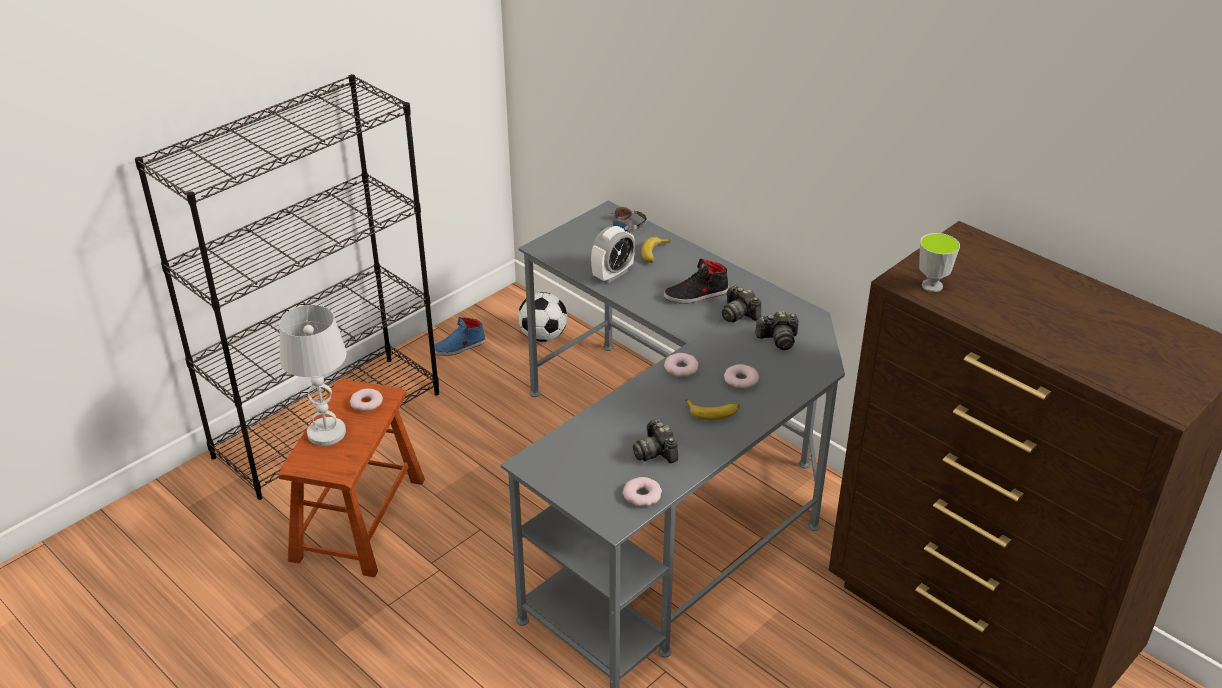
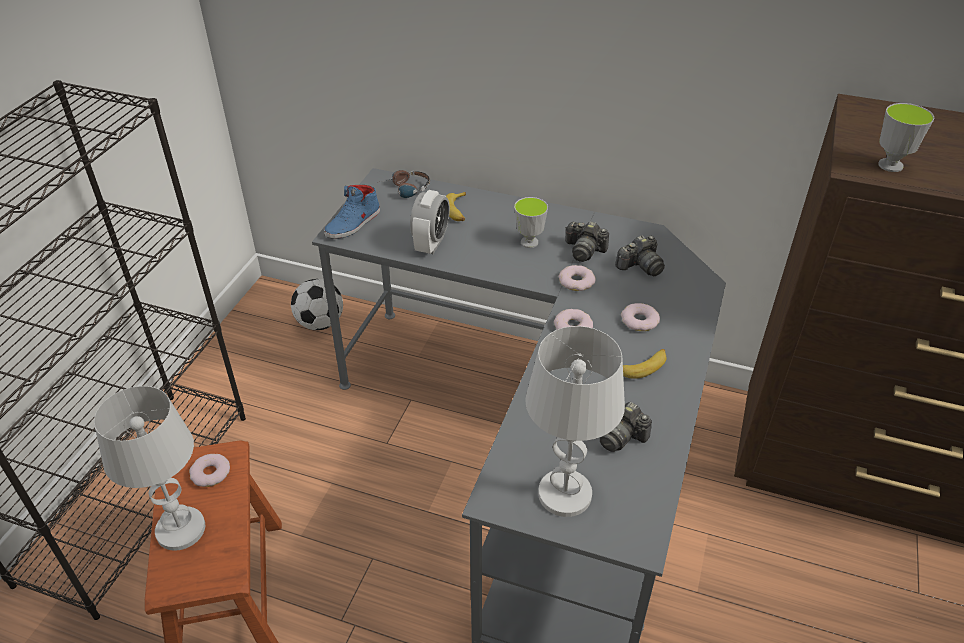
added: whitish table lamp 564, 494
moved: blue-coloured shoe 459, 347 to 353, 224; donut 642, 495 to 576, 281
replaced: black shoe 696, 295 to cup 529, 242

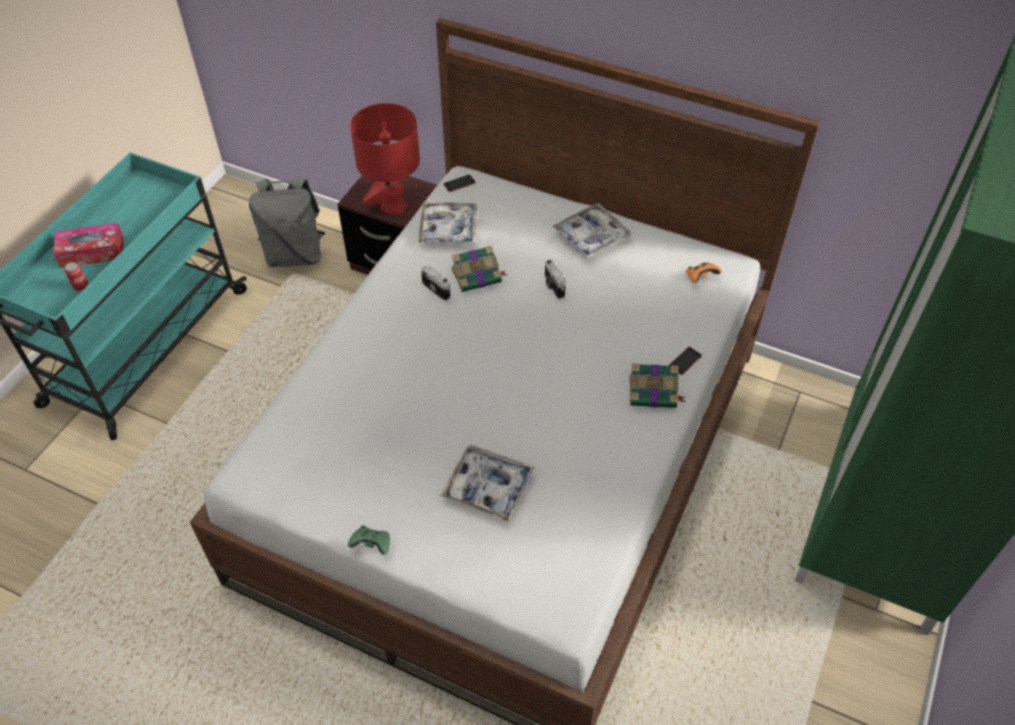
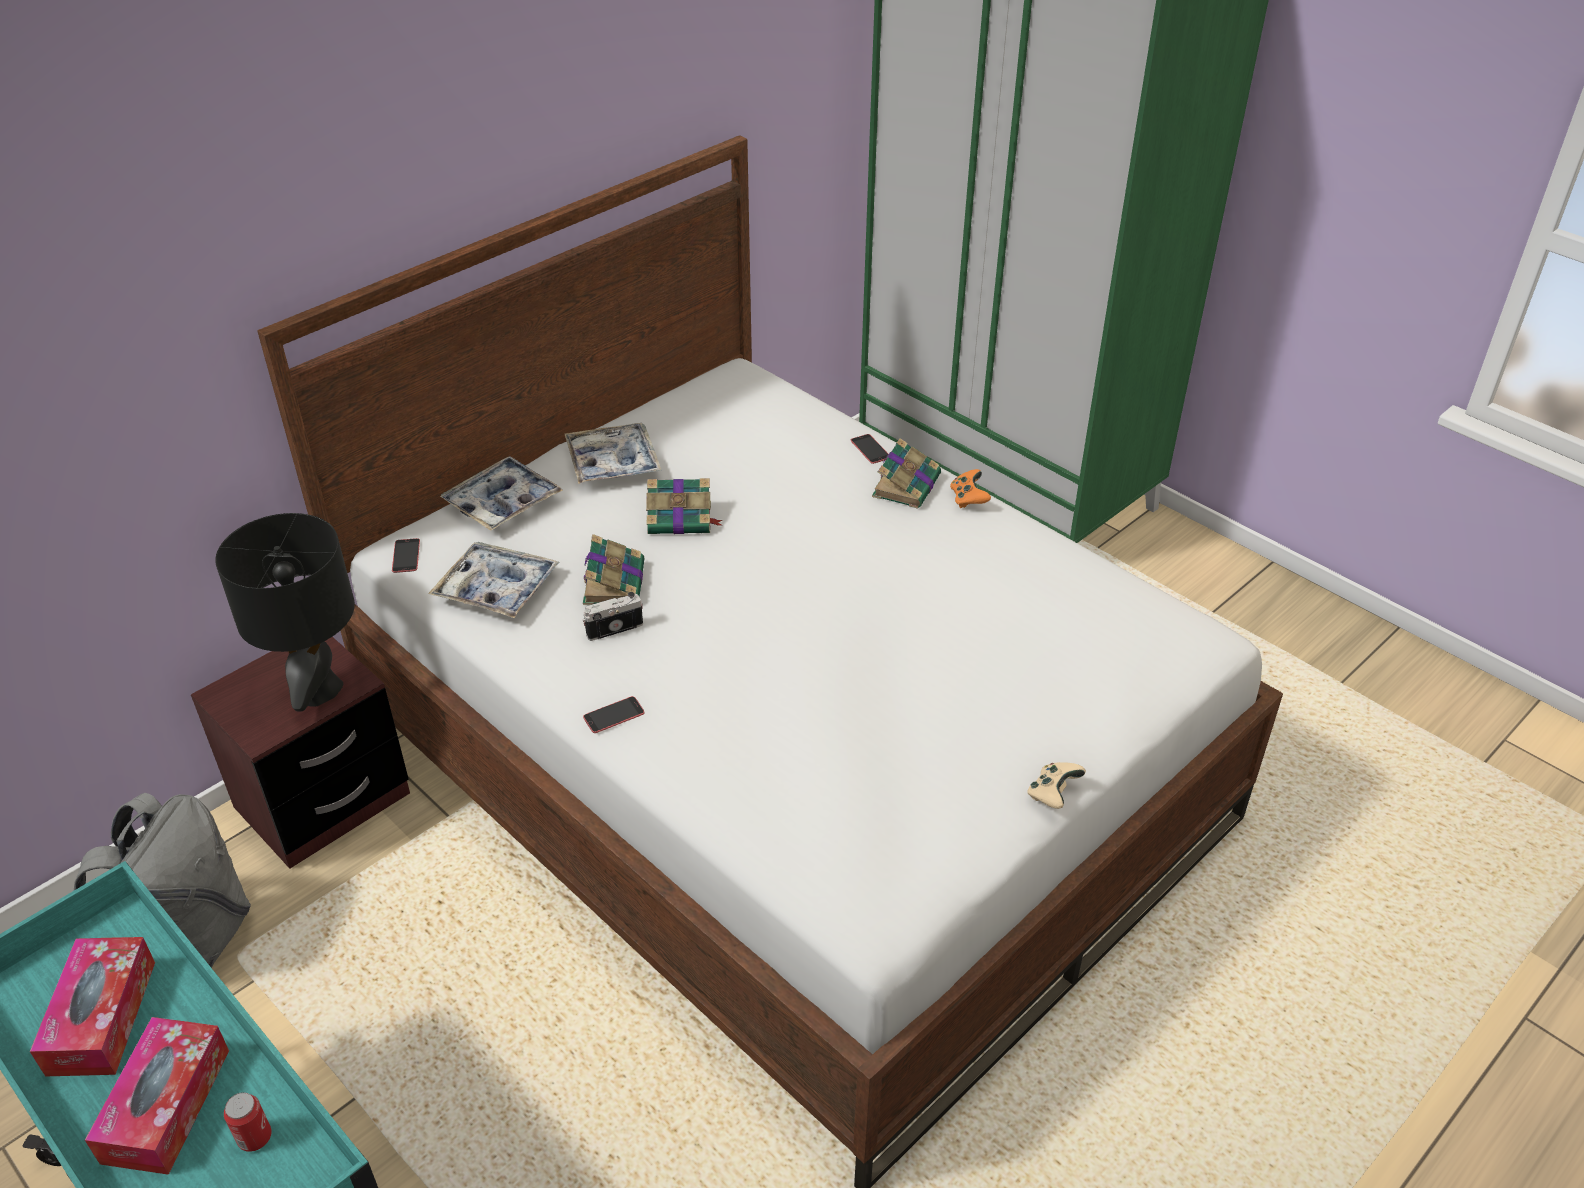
added: tissue holder 102, 1017; phone 614, 715
moved: serving tray 488, 487 to 502, 502; orange-coloured joypad 700, 278 to 968, 499
replaced: photo camera 553, 286 to volume 681, 519
recoloured: green-coloured joypad 372, 545 to sand-coloured joypad 1053, 794; red-coloured table lamp 393, 206 to black table lamp 319, 690

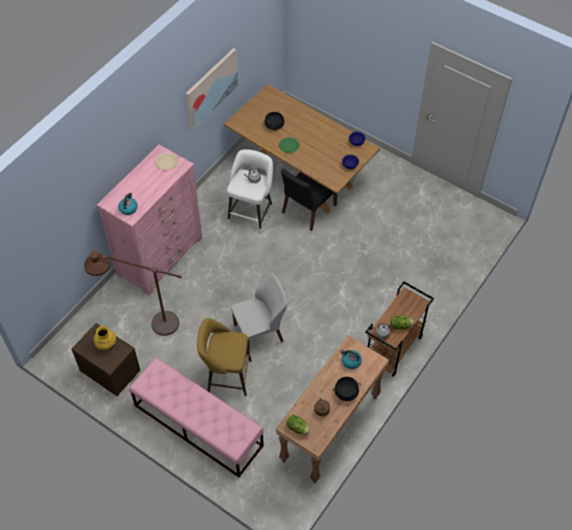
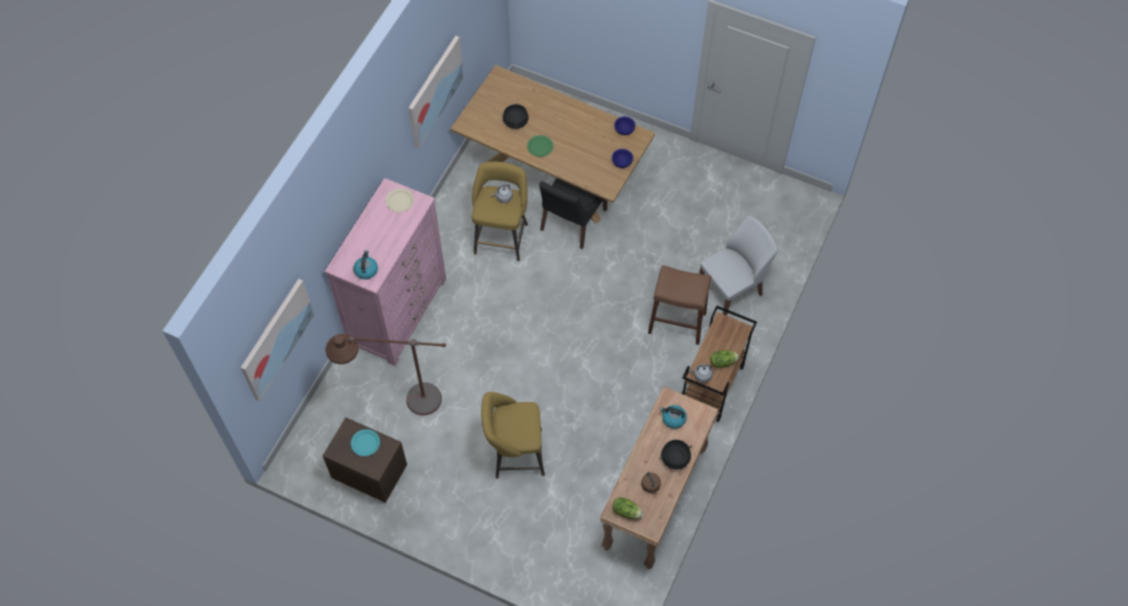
removed: pinkish indoor bench 198, 425
added: picture 276, 339; brown stool seat 677, 323
moved: whitish plain chair 260, 332 to 732, 289
replaced: yellowish vase 106, 344 to turquoise plate 365, 443
recoloured: whitish stool seat 251, 212 to yellowish stool seat 501, 236

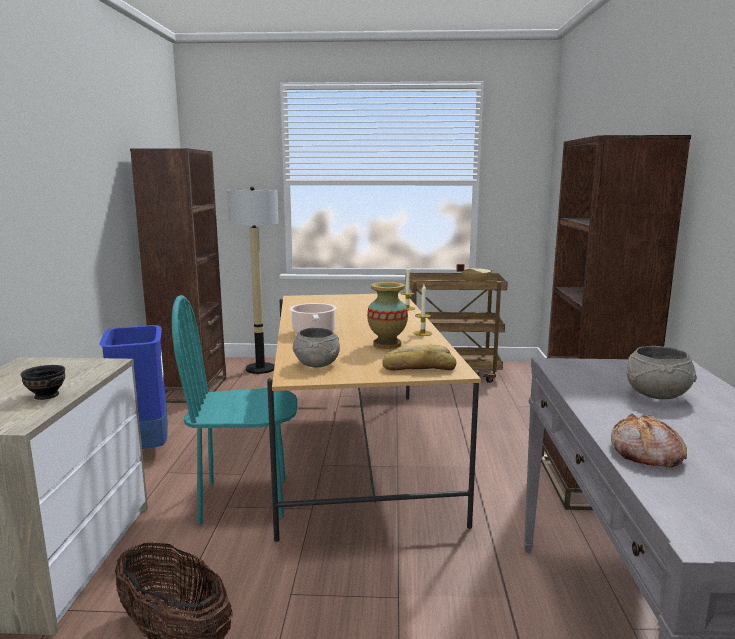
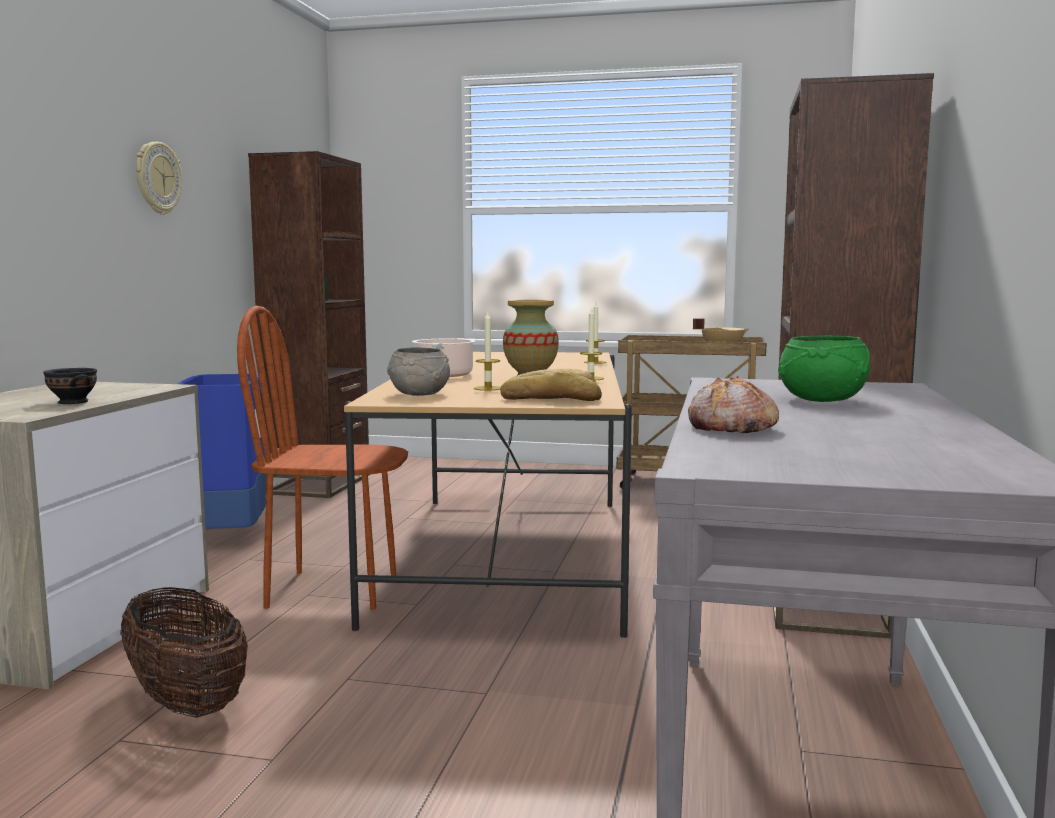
removed: standing lamp 260, 369
added: clock on the wall 157, 178; candle 488, 388
recoloured: turquoise plain chair 244, 500 to brown plain chair 333, 590; greyish bowl 658, 395 to green-coloured bowl 823, 400

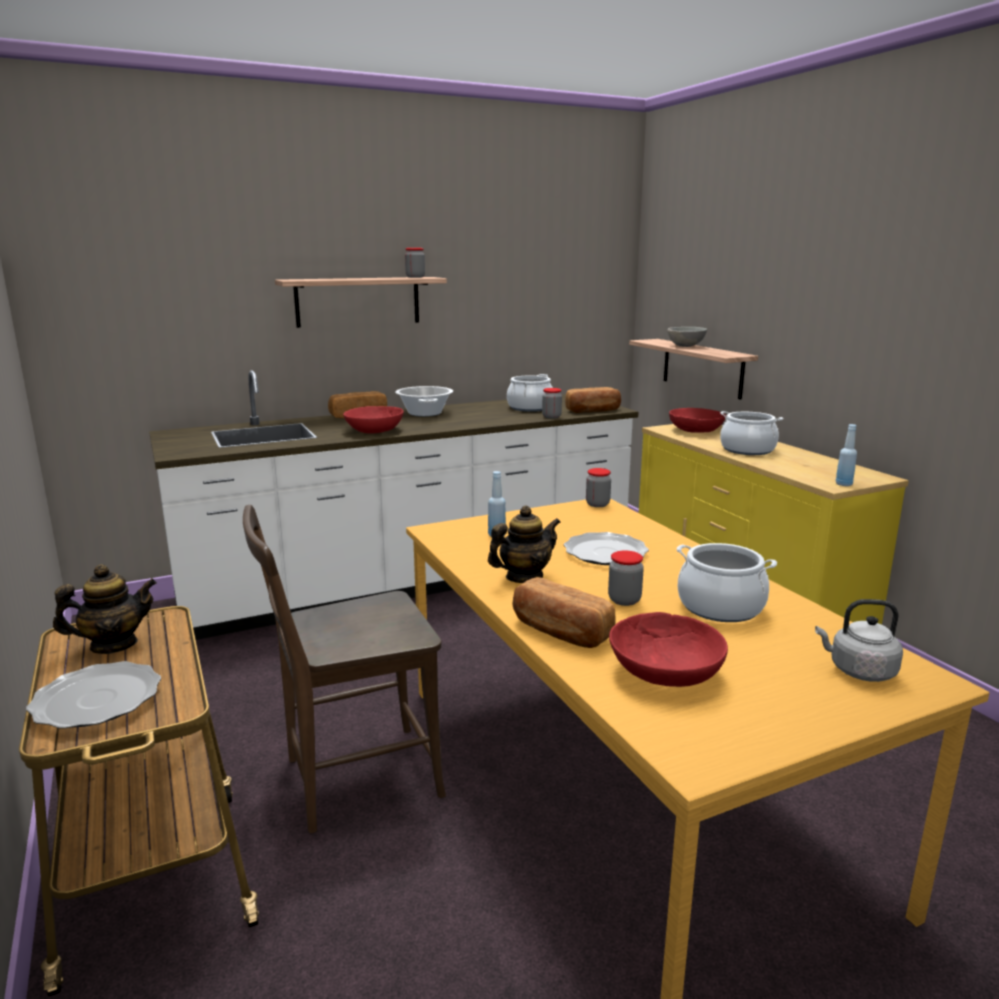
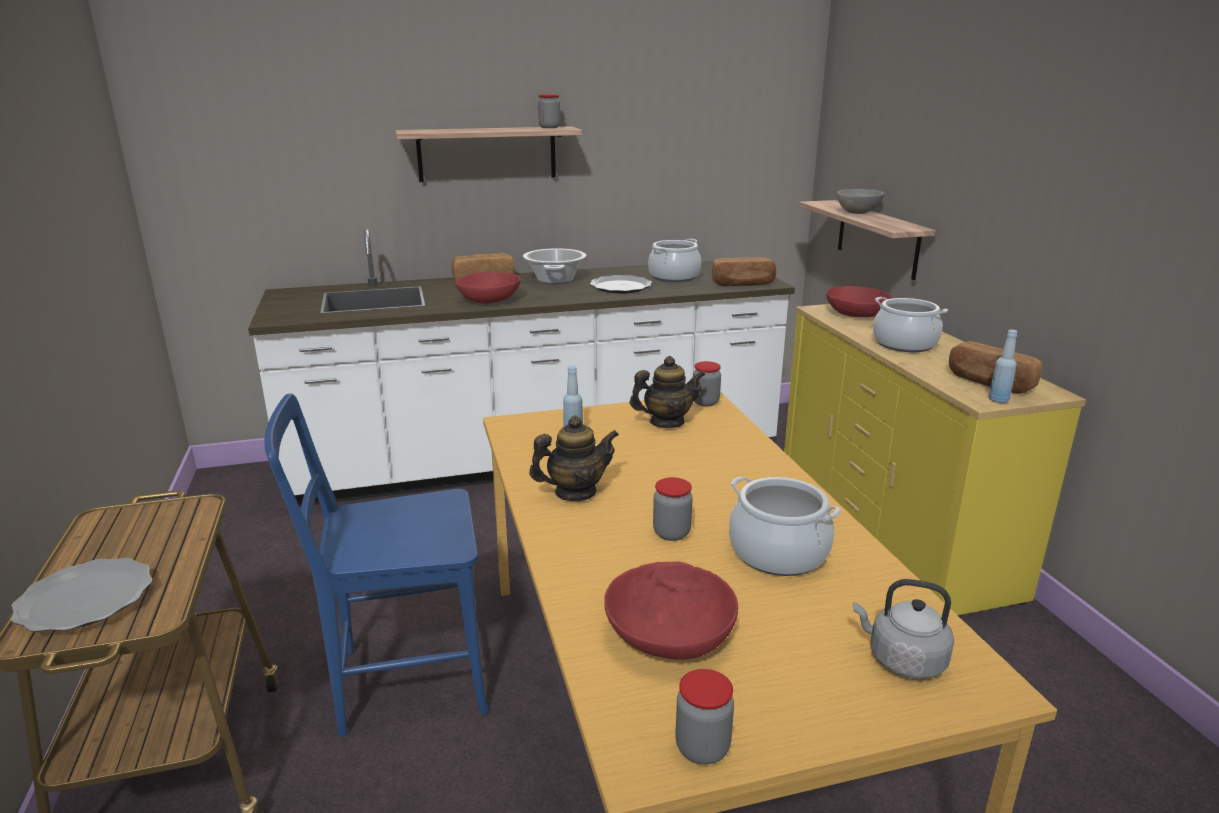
moved: tea pot 113, 645 to 666, 422; bakery bread 560, 632 to 989, 383; storage jar 551, 417 to 702, 748; plate 605, 552 to 621, 287
recoloured: brown plain chair 354, 779 to blue-coloured plain chair 402, 681

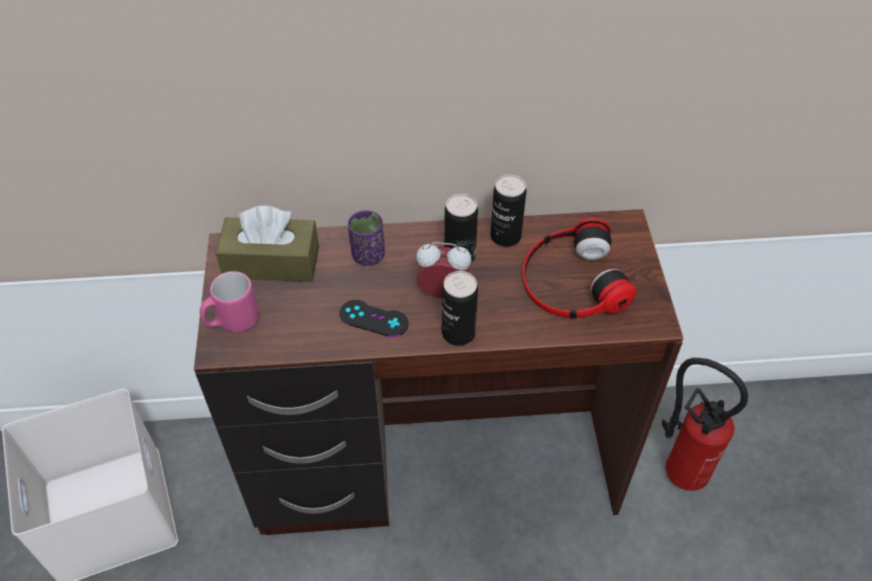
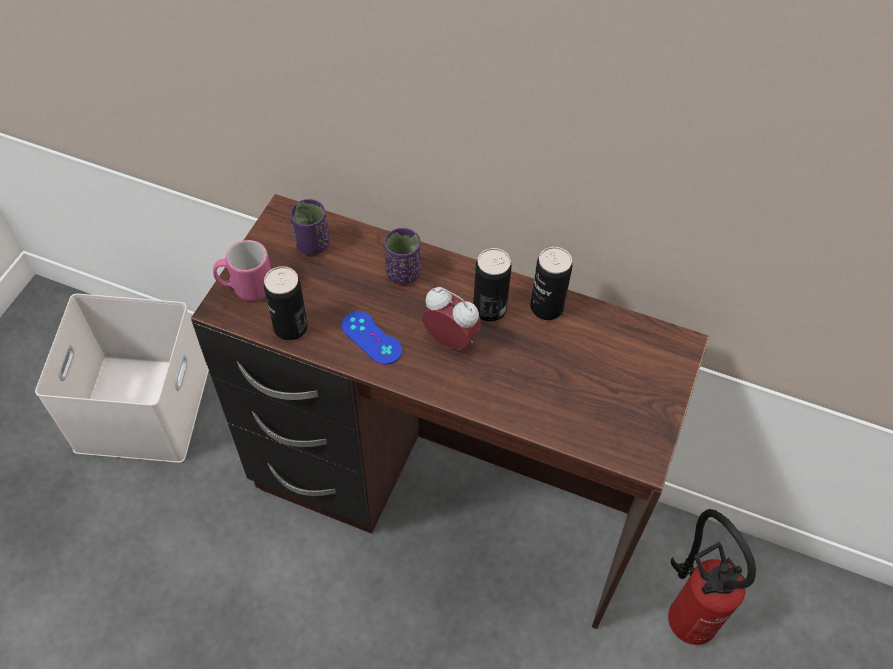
removed: headset 571, 280
moved: sealed can 458, 333 to 290, 327
replaced: brown tissue holder 271, 262 to purple cup 312, 244
recoloured: black joypad 373, 318 to blue-coloured joypad 371, 338

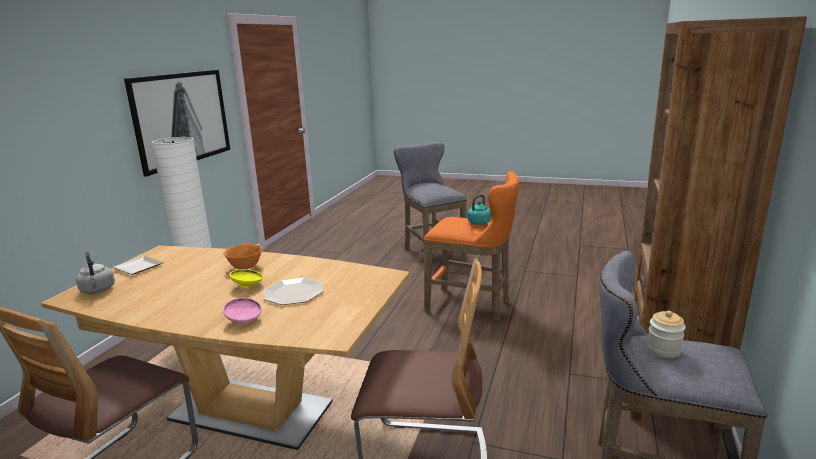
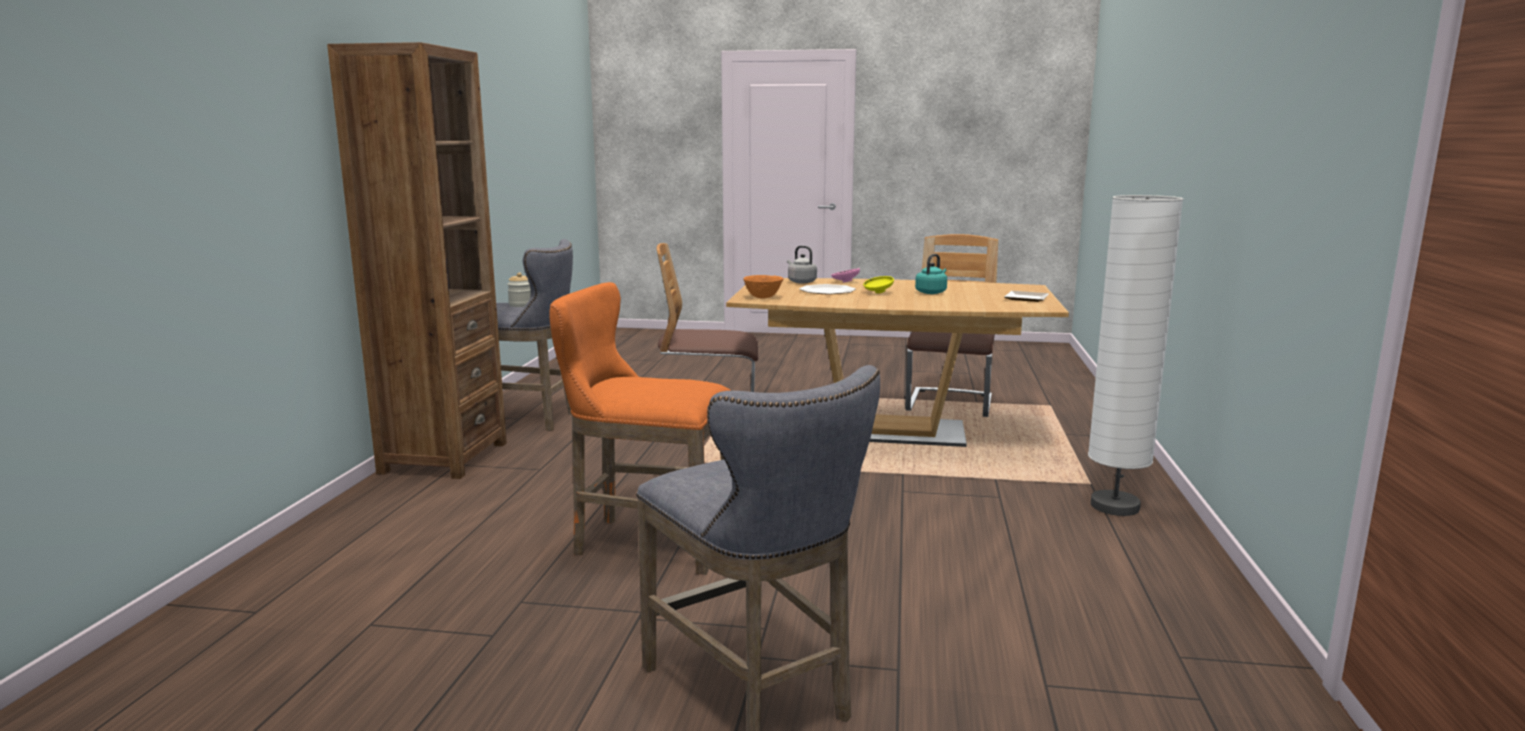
removed: picture 182, 118
moved: greyish tea kettle 98, 290 to 801, 282; orange-coloured bowl 245, 267 to 763, 297; turquoise tea kettle 478, 223 to 931, 292

